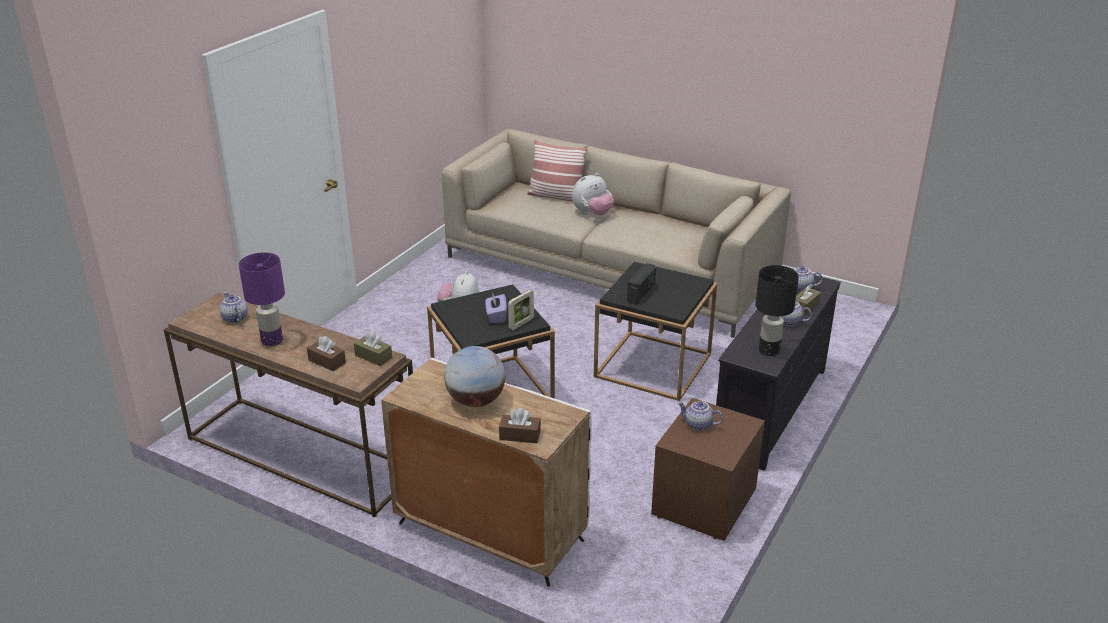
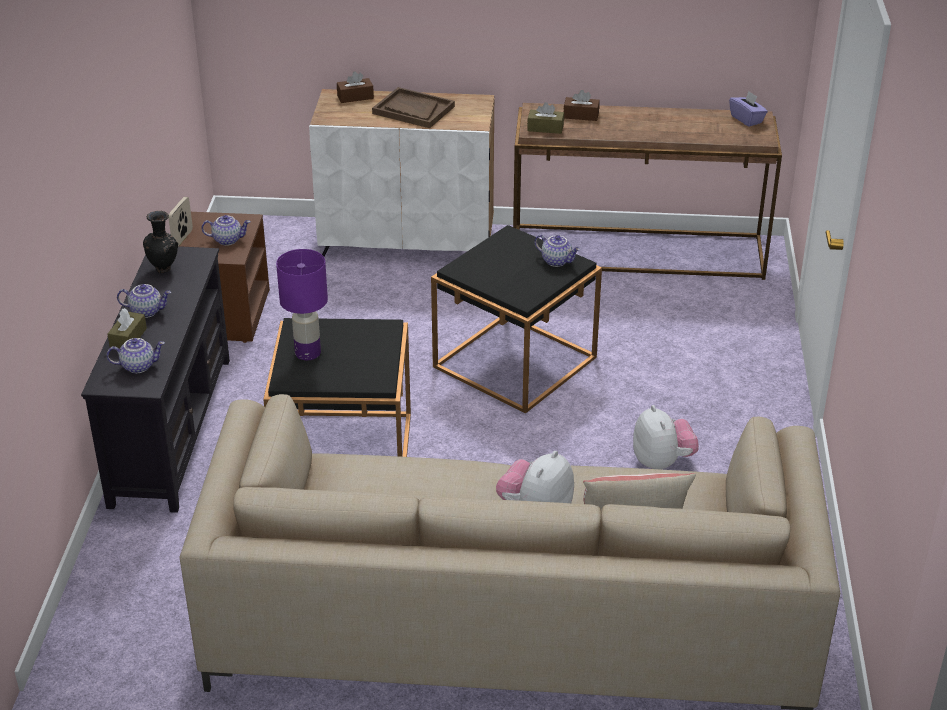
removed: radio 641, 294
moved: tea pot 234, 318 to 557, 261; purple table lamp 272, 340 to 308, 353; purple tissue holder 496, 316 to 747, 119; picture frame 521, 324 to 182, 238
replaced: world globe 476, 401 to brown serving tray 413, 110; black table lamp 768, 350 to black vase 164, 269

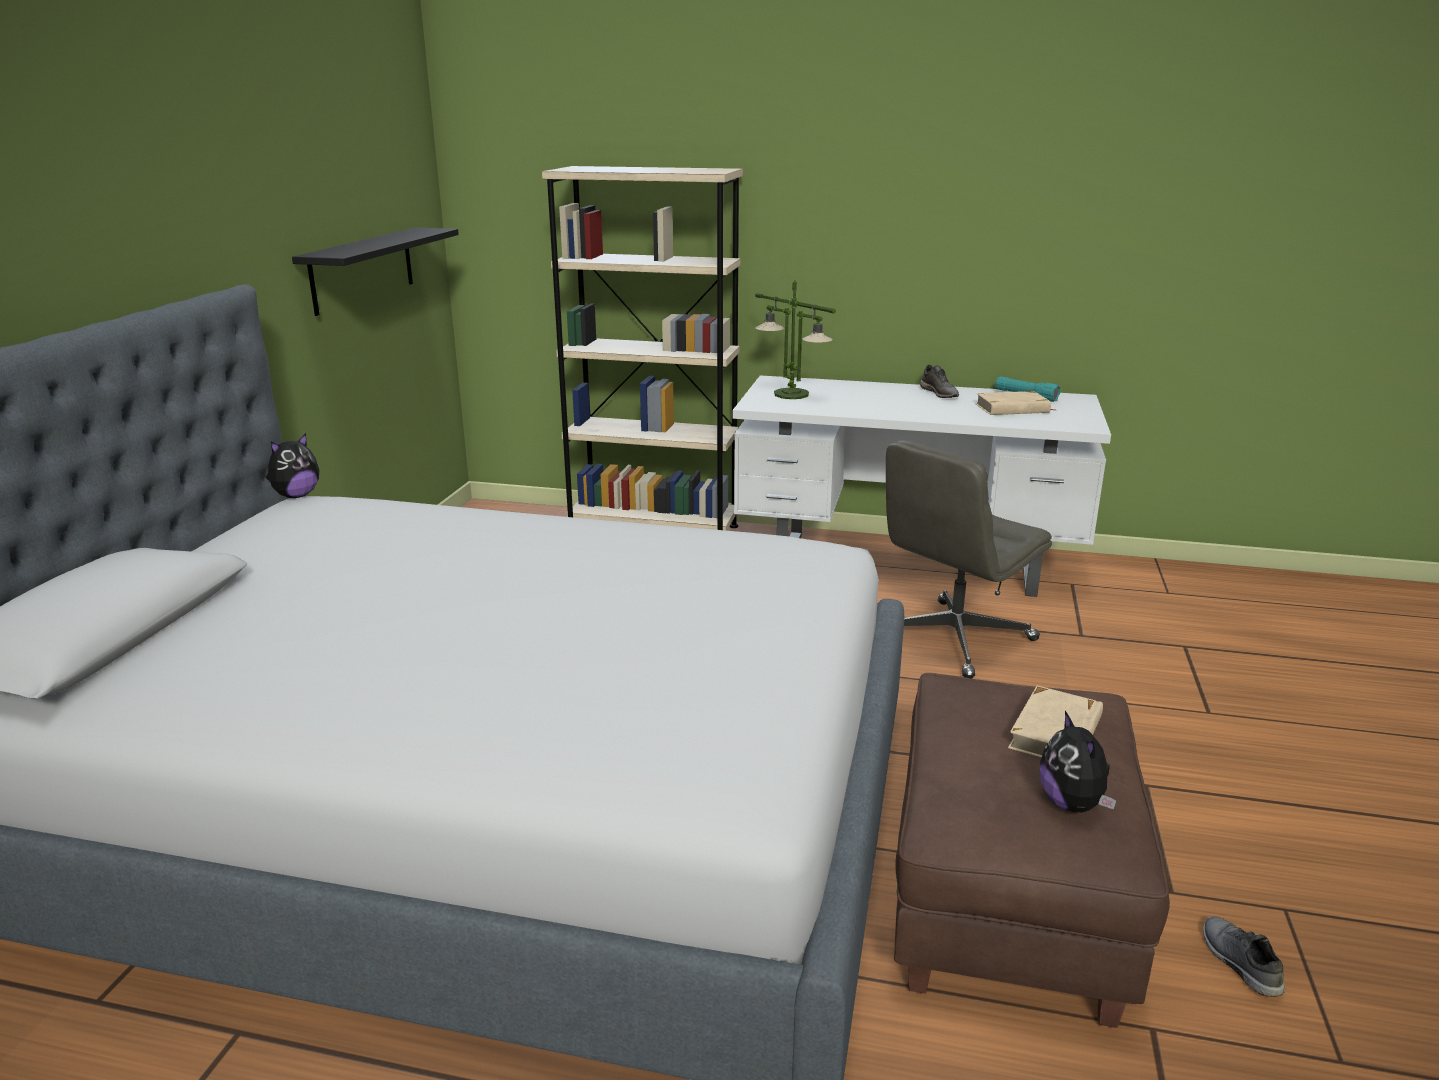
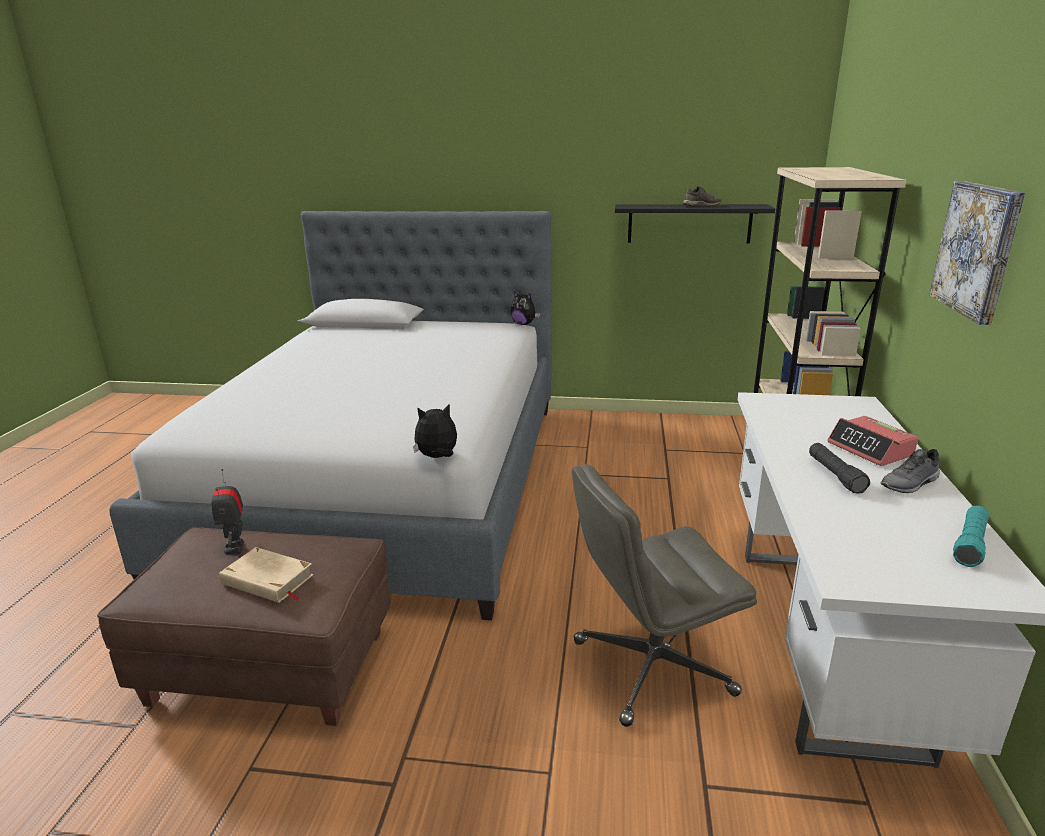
removed: table lamp 790, 394; sand-coloured volume 1012, 408
added: robot figure 235, 548; black hand torch 835, 475; alarm clock 870, 449; picture 977, 249
moved: plush toy 1073, 804 to 437, 457; greyish shoe 1238, 963 to 701, 205
turned: greyish office chair 953, 639 = 650, 668 60 degrees counterclockwise

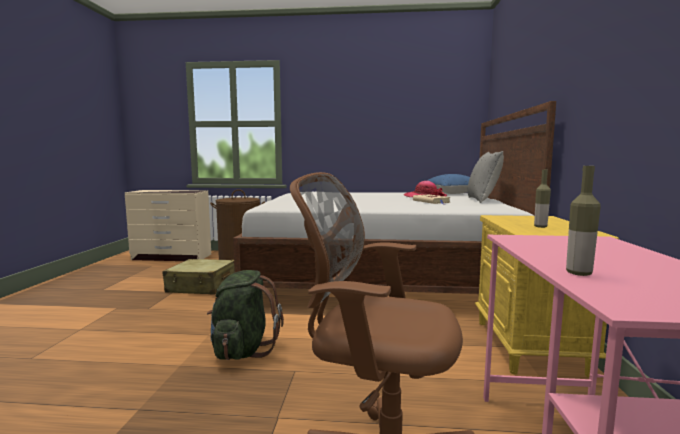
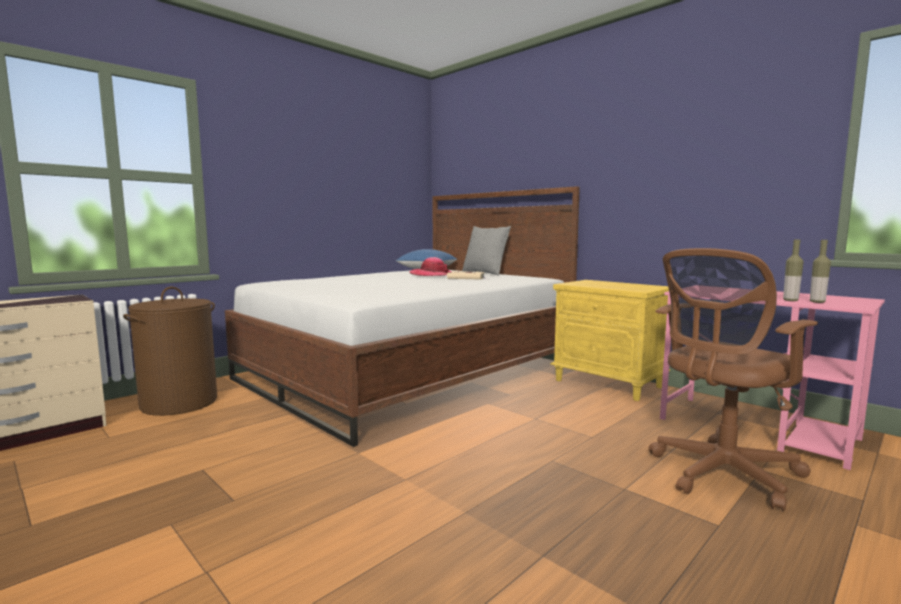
removed: sand-coloured piece of luggage 202, 287; green-coloured rucksack 243, 350
moved: beverage bottle 540, 227 to 817, 302

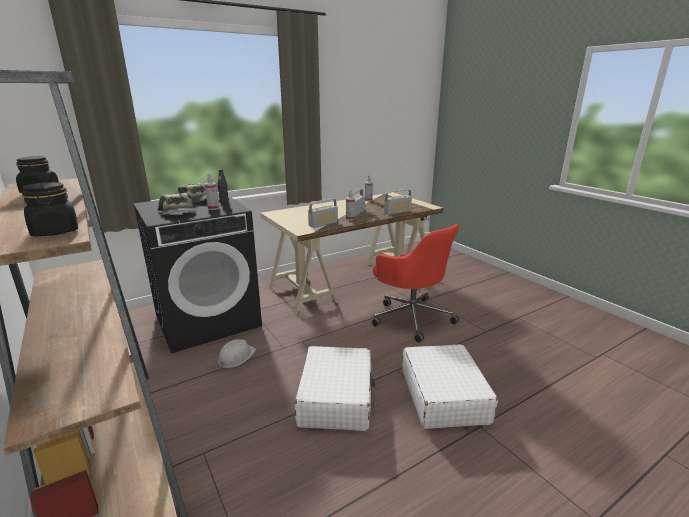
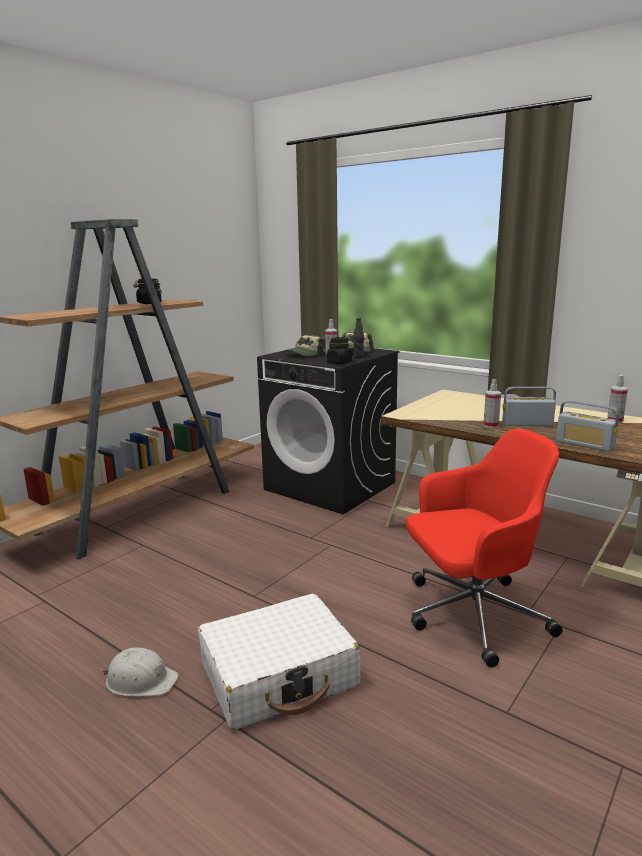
removed: whitish piece of luggage 336, 397; radio 323, 224
moved: black storage jar 56, 231 to 339, 362; whitish hard hat 236, 357 to 141, 680
turned: red-coloured office chair 411, 317 = 472, 615 135 degrees counterclockwise

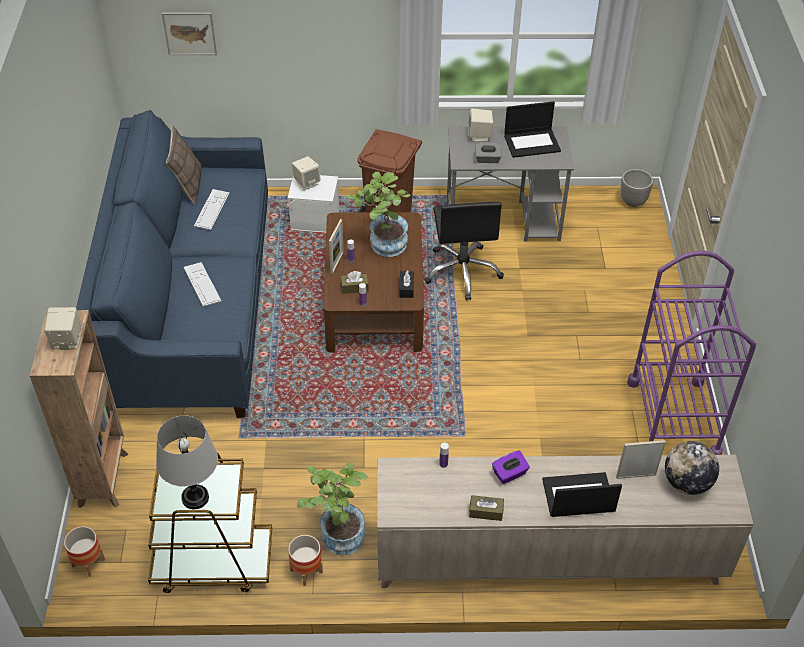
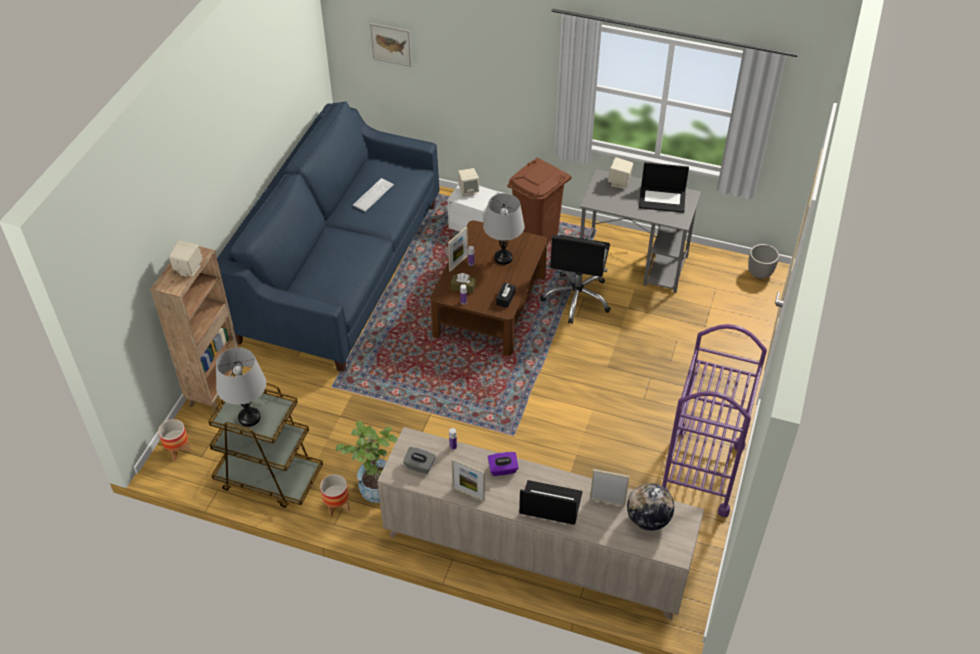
removed: pillow 188, 186; keyboard 202, 284
moved: greyish tissue holder 487, 159 to 419, 466
replaced: potted plant 383, 245 to greyish table lamp 503, 258; brown tissue holder 486, 512 to picture frame 468, 494

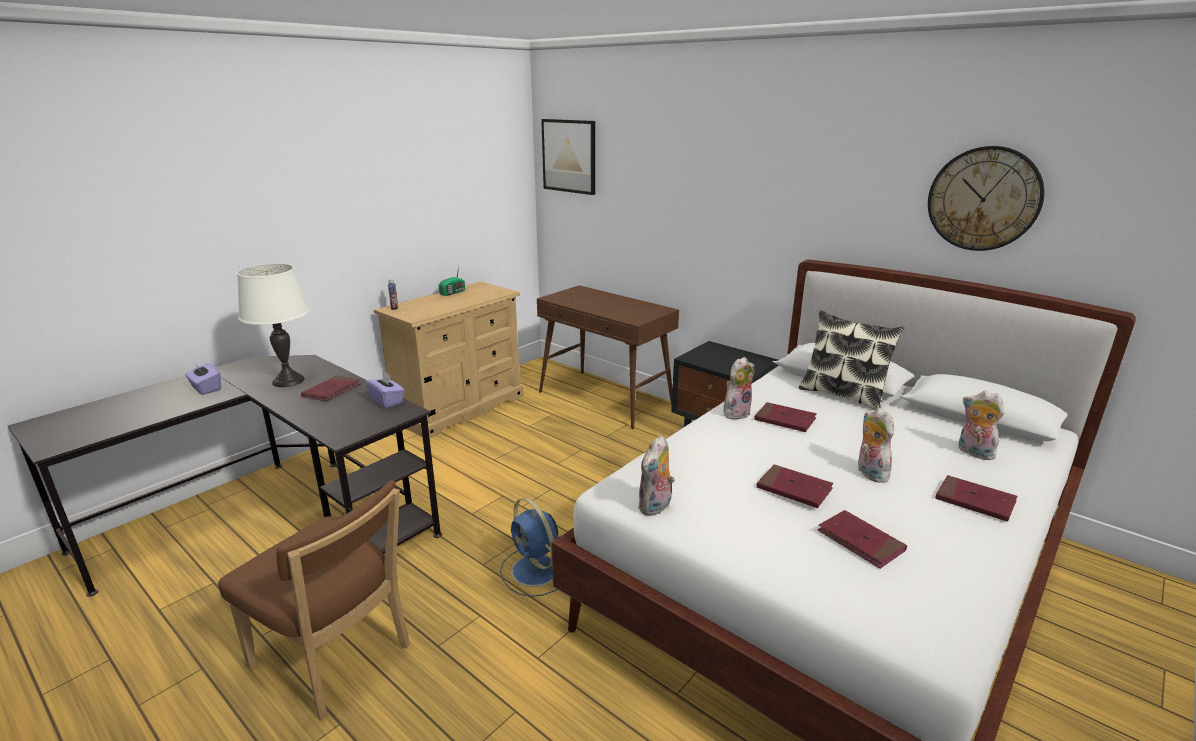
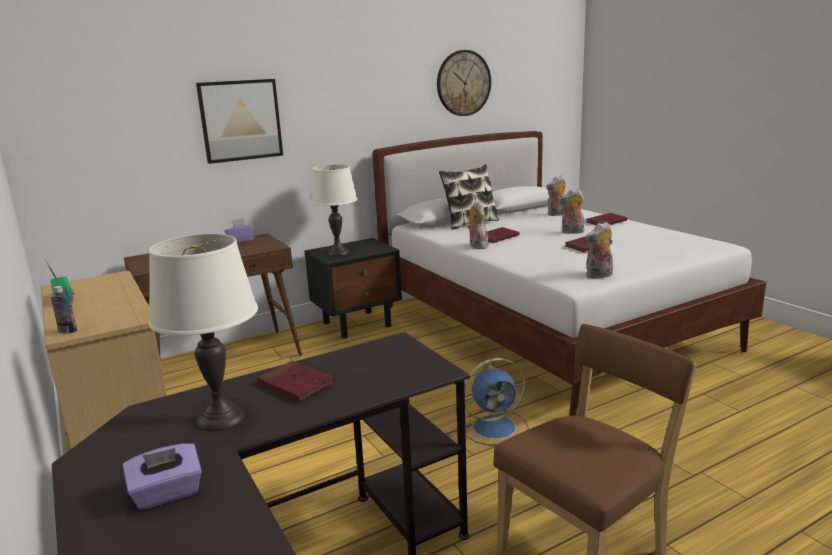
removed: red-coloured volume 860, 541
added: whitish table lamp 338, 252
moved: purple tissue holder 387, 401 to 240, 241; picture 569, 156 to 241, 120
turned: plush toy 656, 507 = 599, 276 105 degrees clockwise

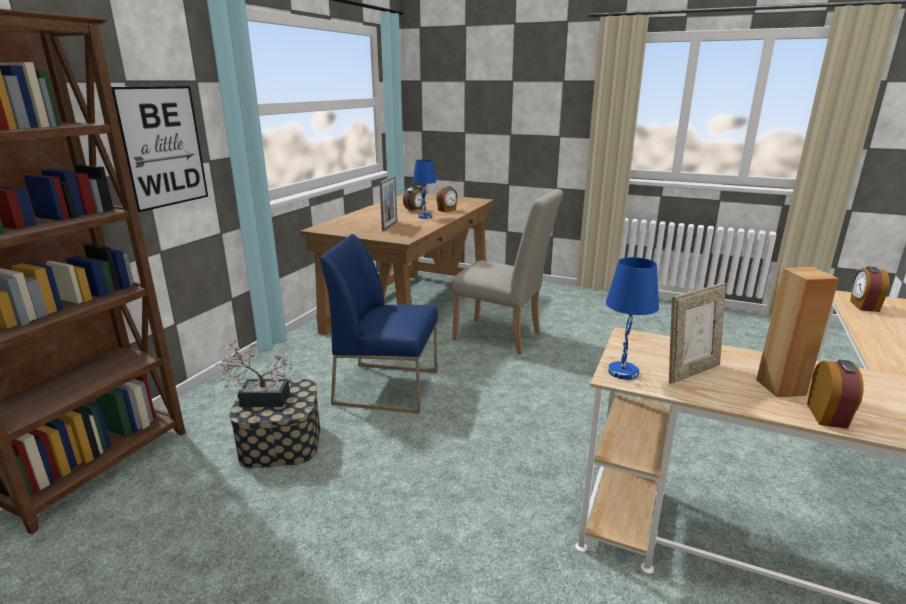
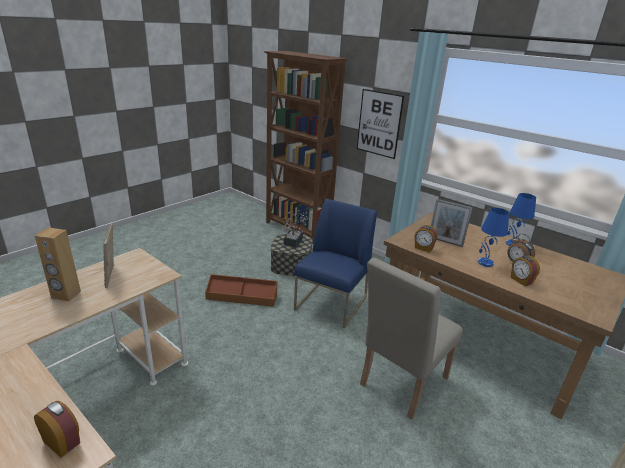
added: brown storage bin 242, 297
moved: blue-coloured table lamp 623, 372 to 512, 244; alarm clock 828, 416 to 423, 248

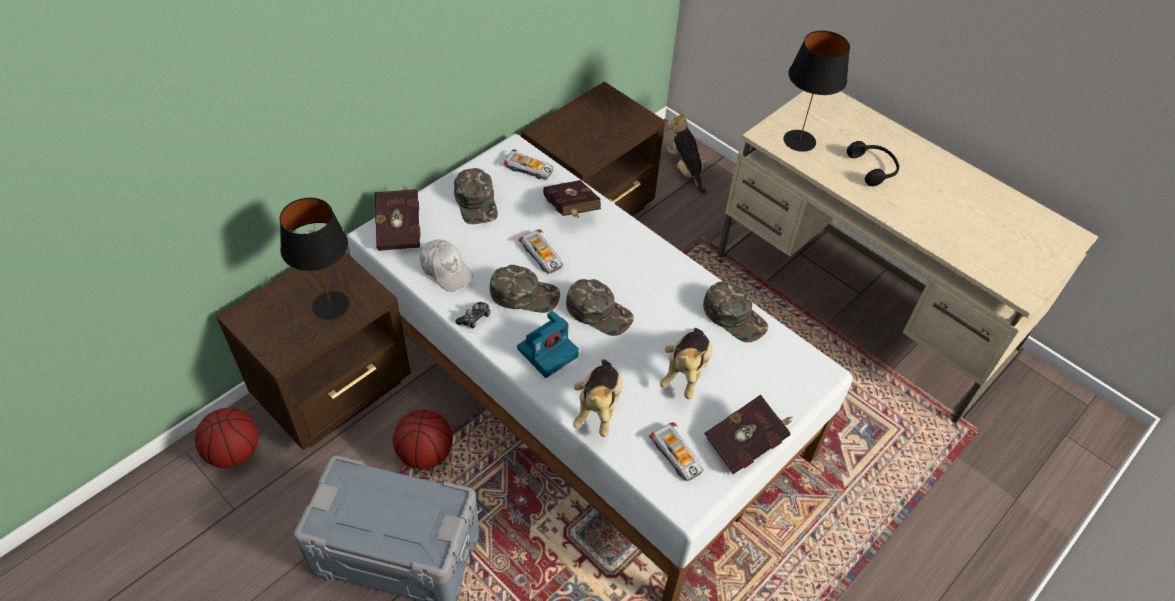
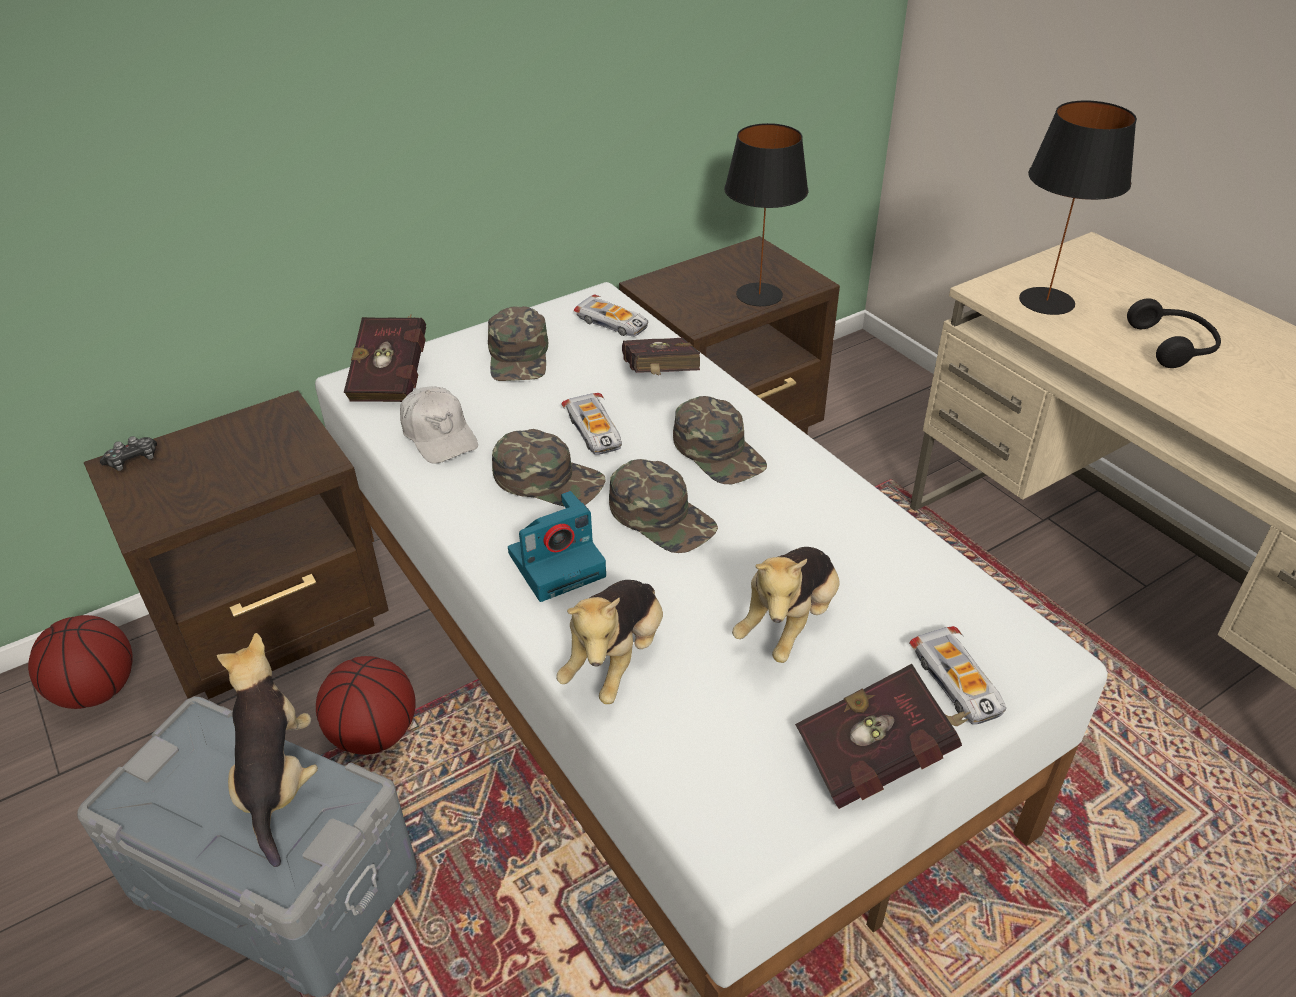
moved: black table lamp 330, 306 to 759, 295; joypad 475, 318 to 133, 460; model car 677, 455 to 957, 682; plush toy 685, 170 to 277, 781; green-coloured baseball cap 734, 316 to 719, 451

